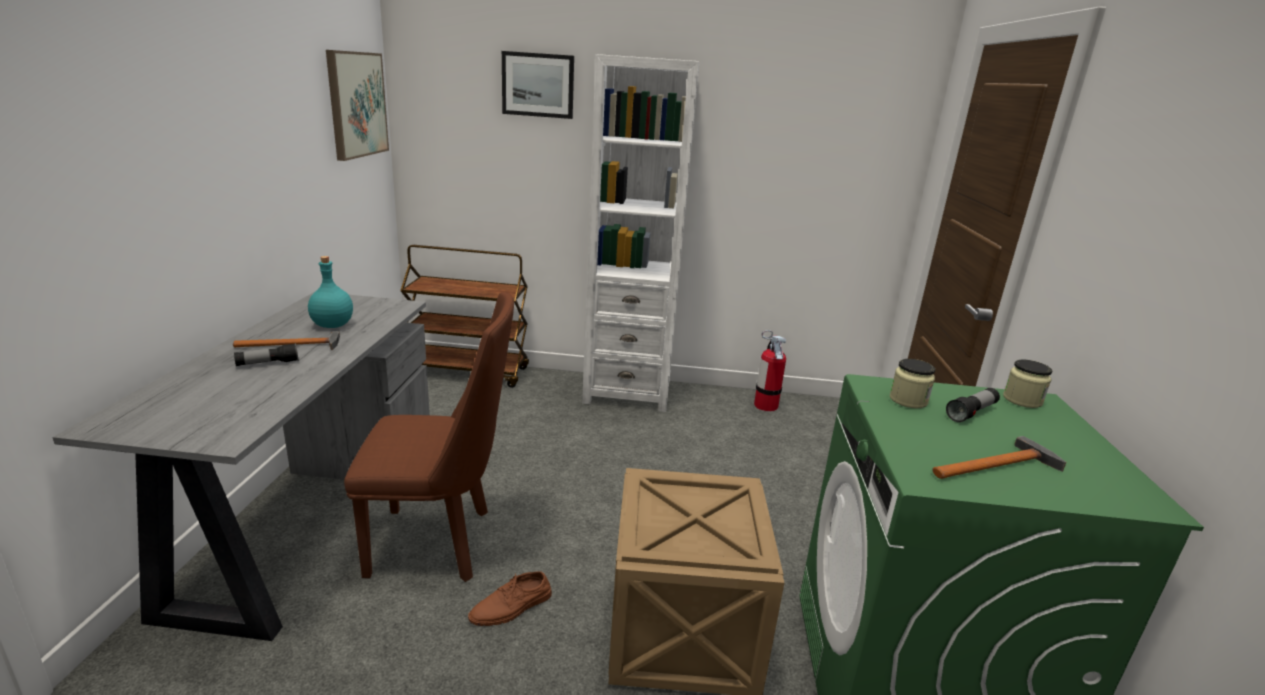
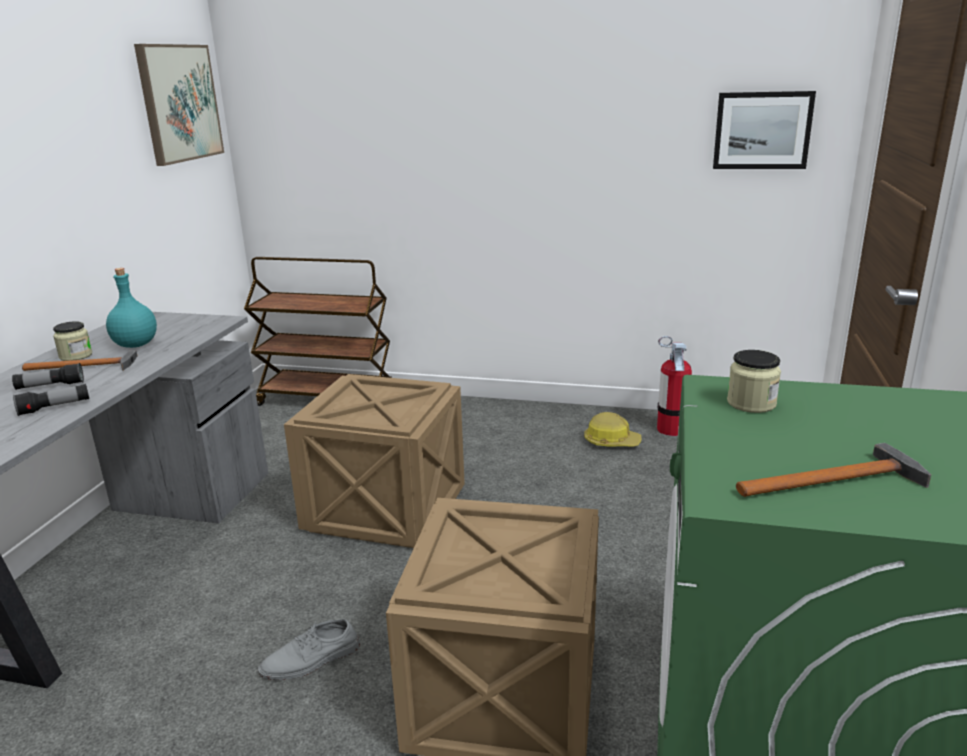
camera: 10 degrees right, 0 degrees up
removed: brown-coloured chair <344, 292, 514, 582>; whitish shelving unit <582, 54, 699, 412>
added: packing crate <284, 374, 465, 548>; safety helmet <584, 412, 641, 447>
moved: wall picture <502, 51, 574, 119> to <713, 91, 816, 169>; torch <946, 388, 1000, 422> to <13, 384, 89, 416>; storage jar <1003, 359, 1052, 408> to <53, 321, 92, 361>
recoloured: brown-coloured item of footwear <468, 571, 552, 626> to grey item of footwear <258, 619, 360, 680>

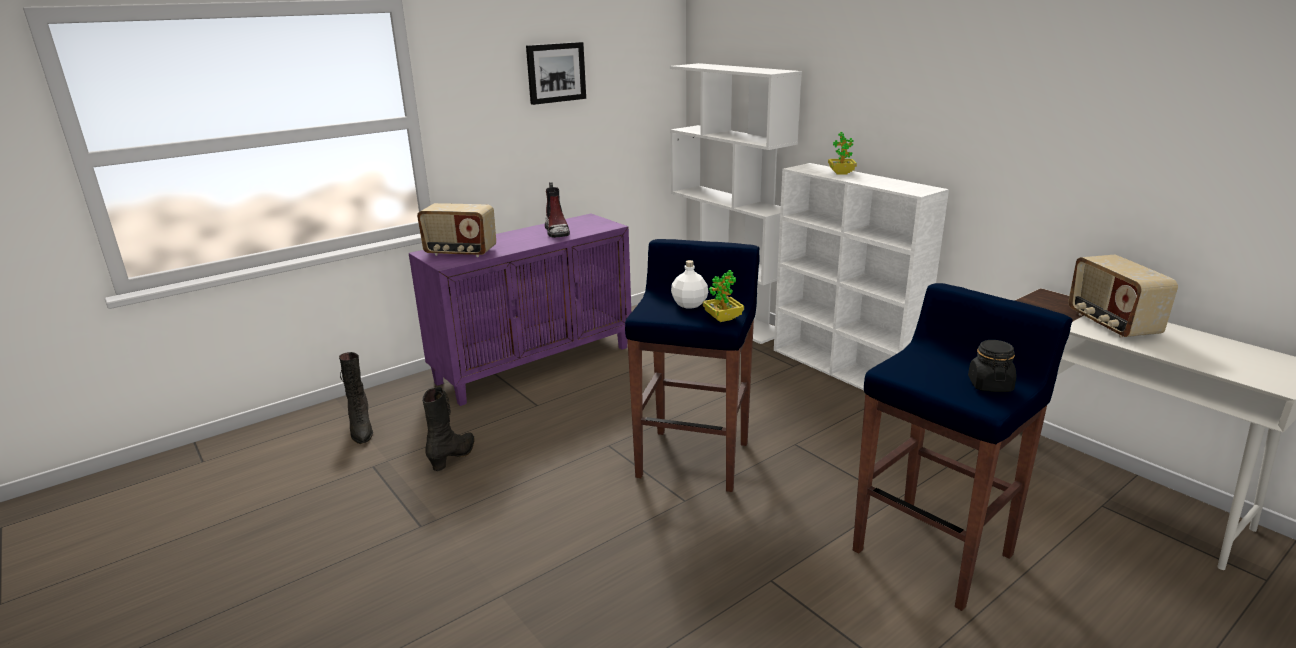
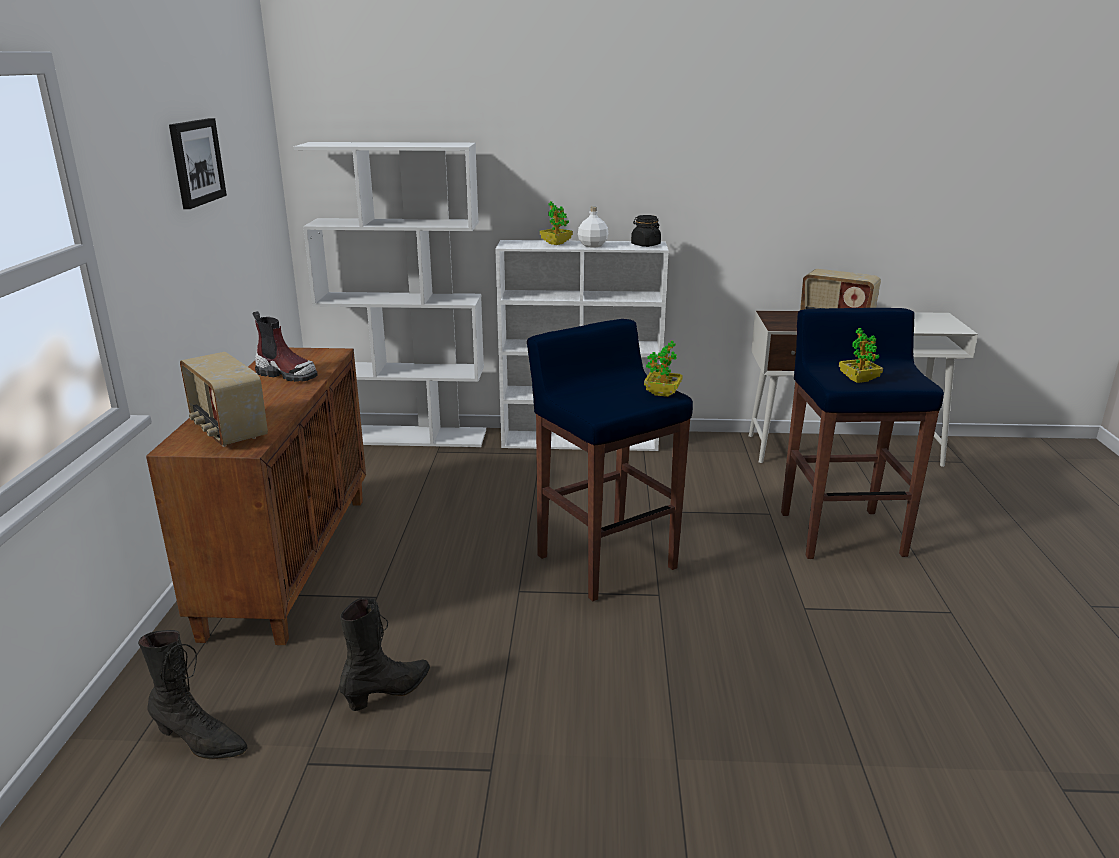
camera: 50 degrees left, 0 degrees up
added: potted plant <839, 328, 883, 383>
moved: whitish drink bottle <671, 260, 708, 309> to <578, 207, 608, 248>; blackish storage jar <968, 340, 1017, 392> to <631, 215, 661, 247>
recoloured: purplish cupboard <409, 214, 631, 406> to brown-coloured cupboard <146, 348, 366, 645>
turned: radio <417, 203, 496, 257> = <180, 352, 268, 447> 90 degrees clockwise; blackish boot <422, 387, 474, 471> = <339, 598, 430, 711> 75 degrees clockwise

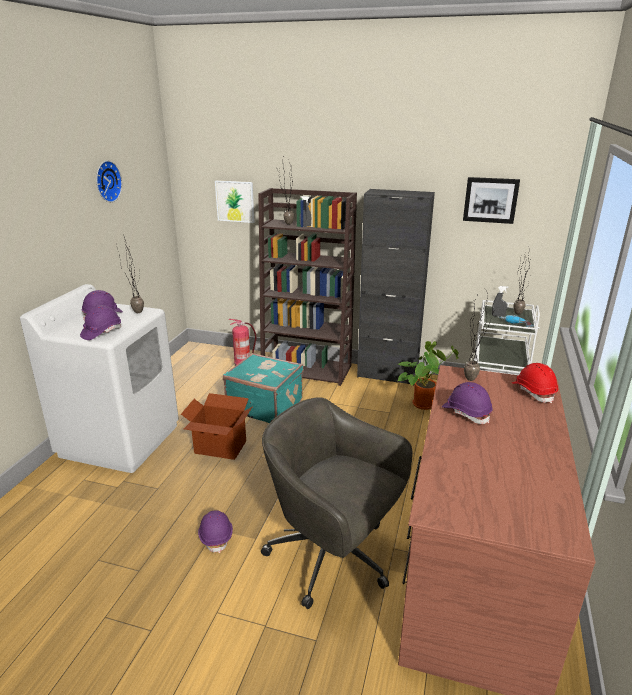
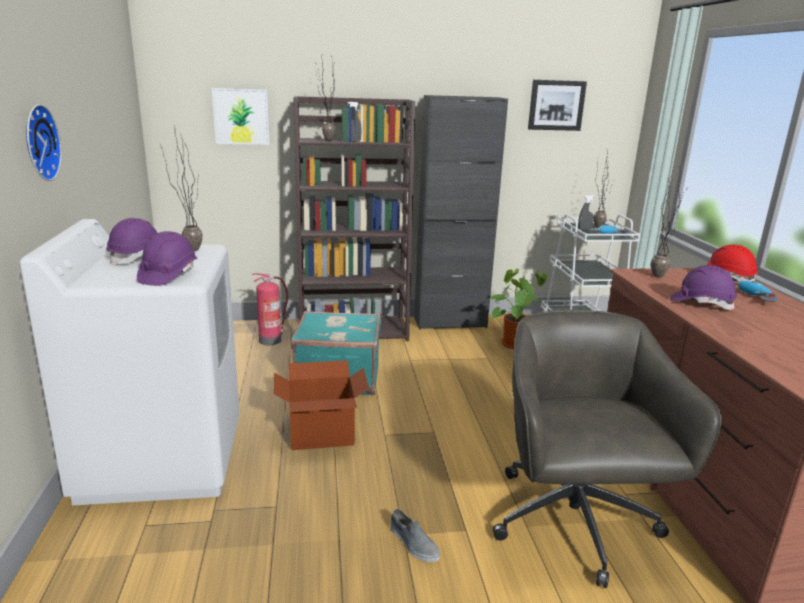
camera: 25 degrees left, 5 degrees down
added: electric drill <734, 280, 778, 302>
moved: wall clock <96, 161, 122, 202> to <26, 104, 62, 181>
replaced: purplish safety helmet <198, 510, 233, 553> to grey item of footwear <390, 509, 440, 562>
turned: grey office chair <261, 397, 413, 609> = <493, 310, 722, 588> 75 degrees clockwise

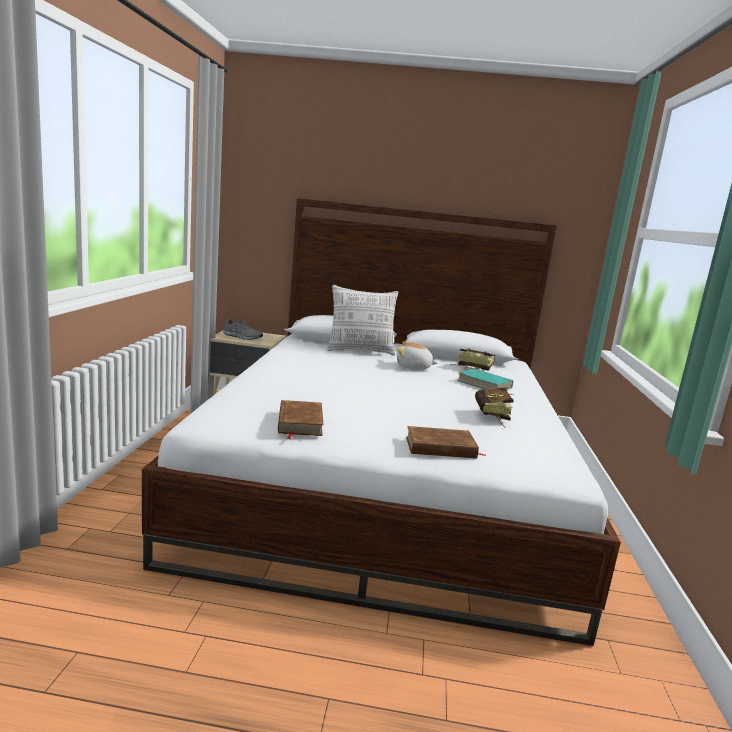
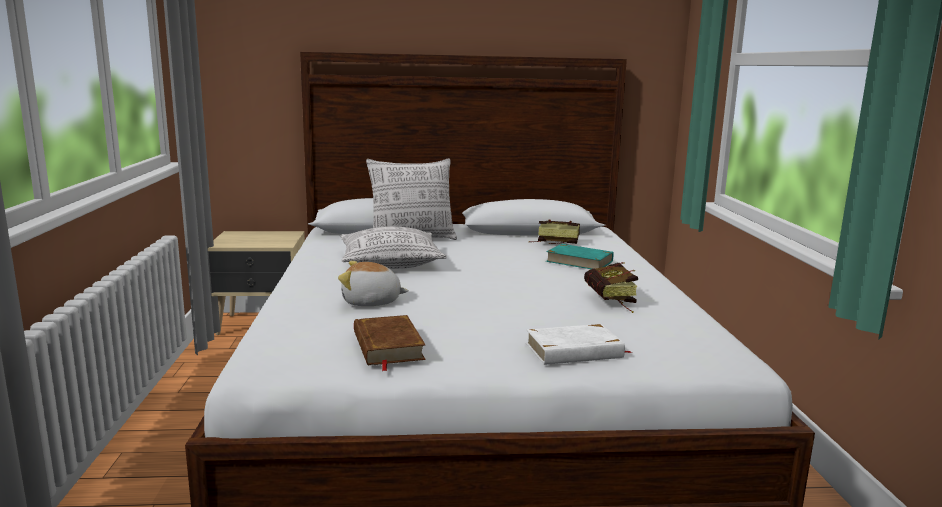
camera: 10 degrees left, 0 degrees up
removed: grey item of footwear <223, 319, 263, 340>
added: cushion <340, 226, 447, 269>
moved: cuddly toy <397, 341, 438, 370> to <338, 261, 409, 306>
recoloured: brown-coloured volume <406, 426, 486, 458> to whitish volume <526, 324, 632, 365>

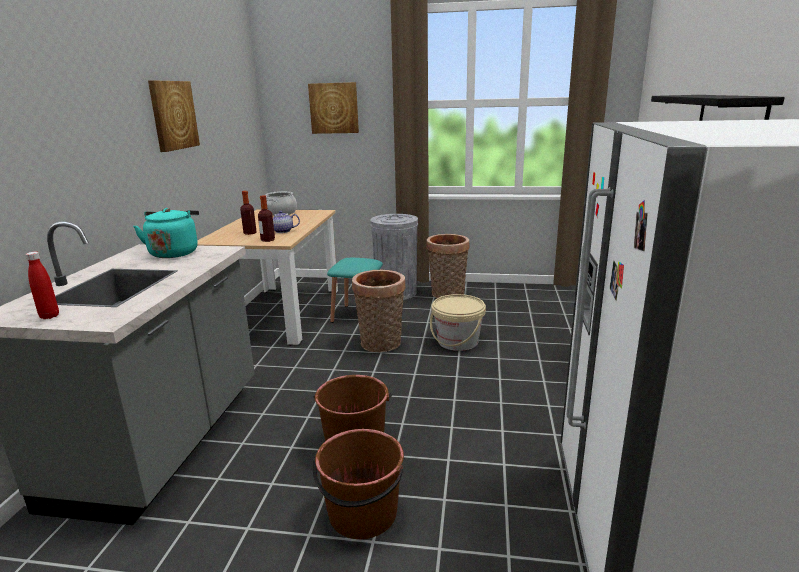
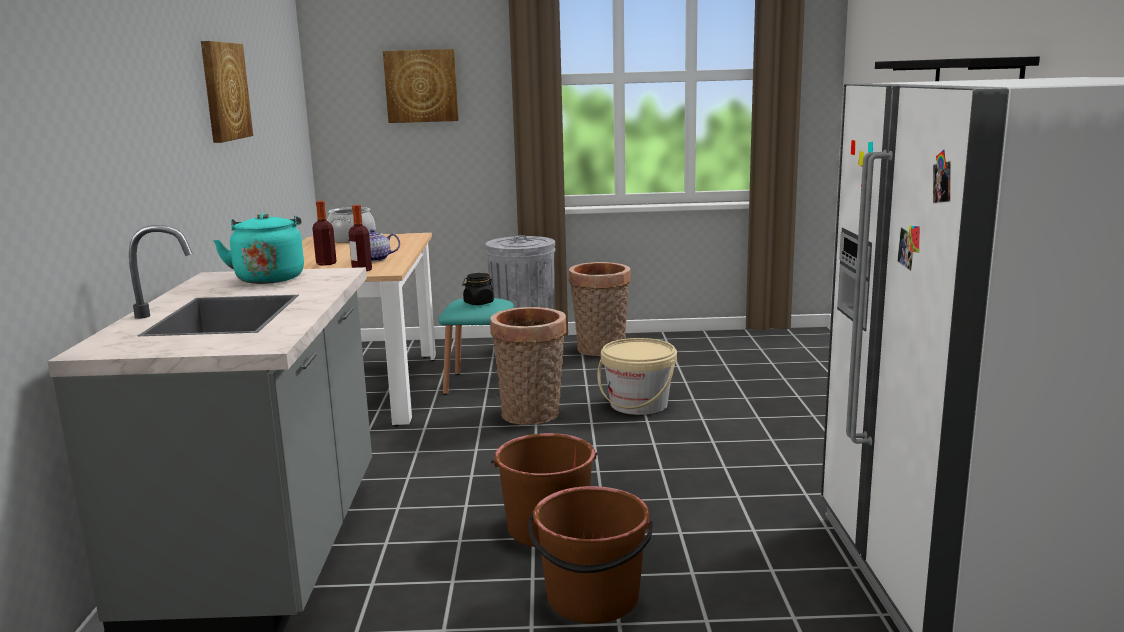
camera: 10 degrees left, 5 degrees down
removed: red-coloured drink bottle <26, 252, 59, 319>
added: blackish storage jar <462, 273, 494, 305>

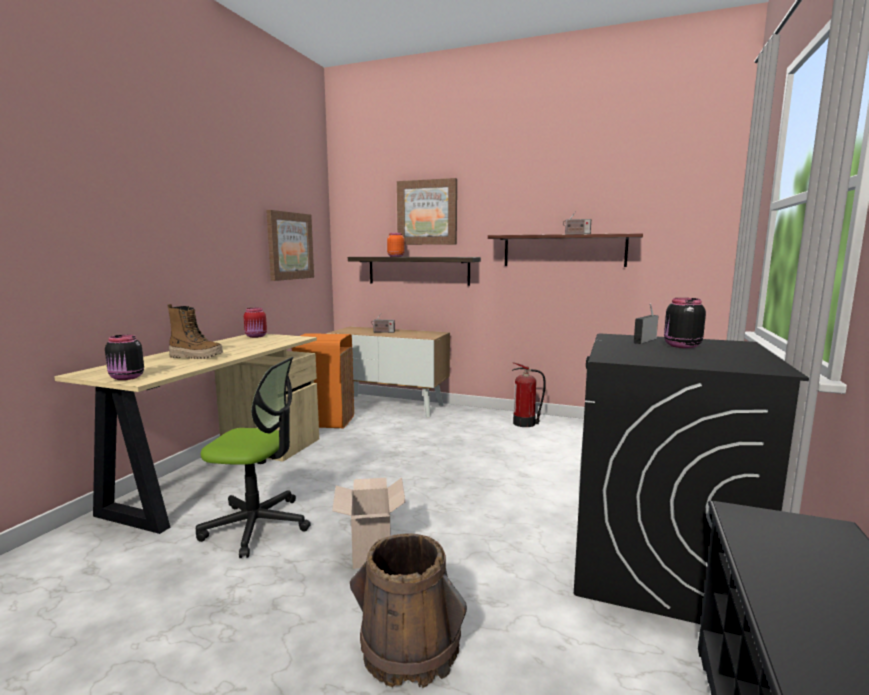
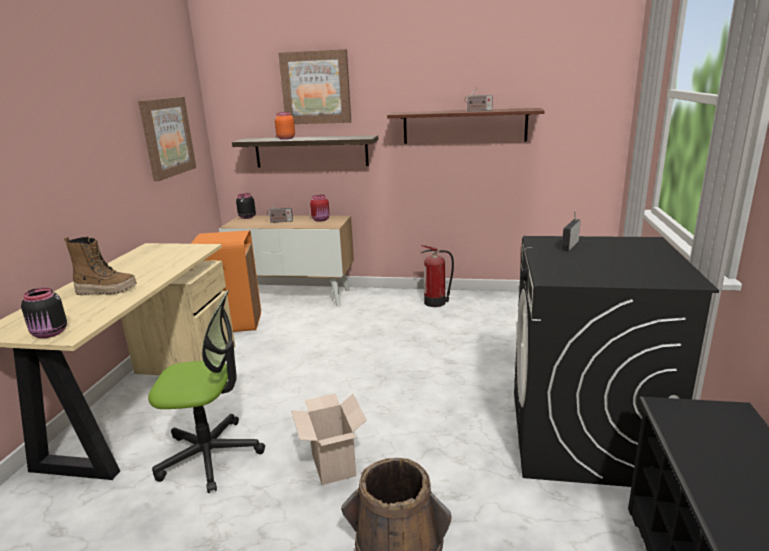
camera: 10 degrees left, 10 degrees up
moved: red-coloured storage jar <244, 308, 267, 338> to <310, 195, 330, 222>; blackish storage jar <664, 298, 706, 348> to <236, 193, 256, 219>

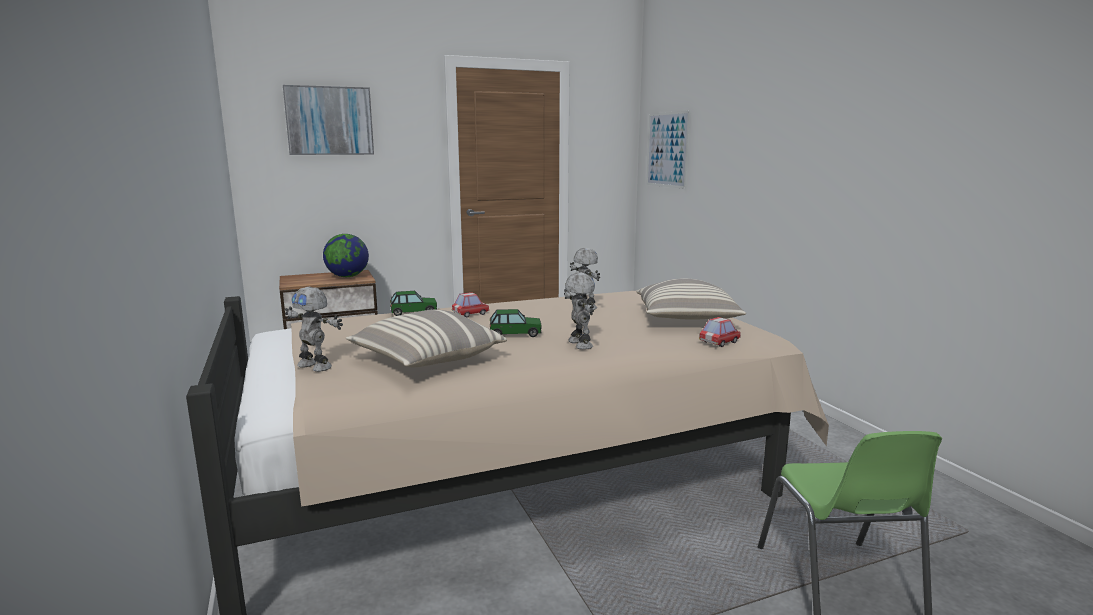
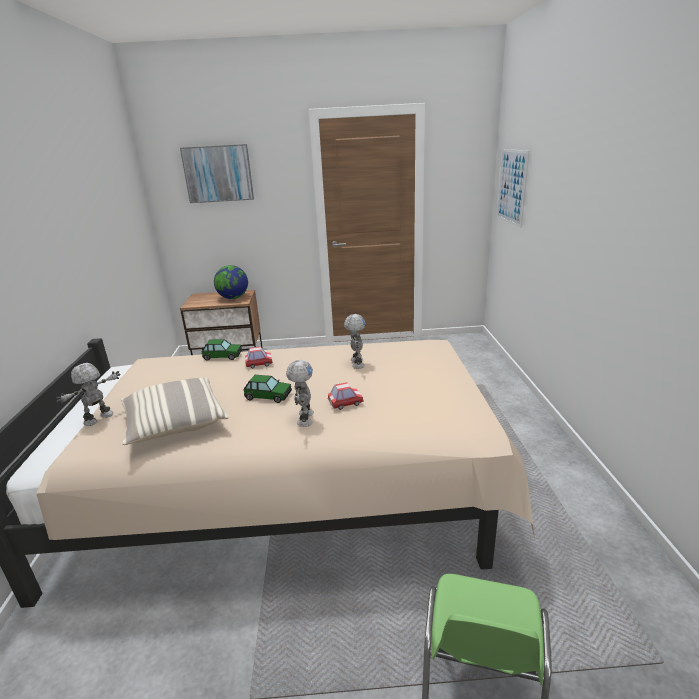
camera: 20 degrees right, 10 degrees up
removed: cushion <637, 278, 746, 319>
moved: toy car <699, 317, 741, 347> to <328, 382, 364, 410>
turned: toy robot <285, 287, 343, 372> = <56, 363, 121, 426> 75 degrees clockwise

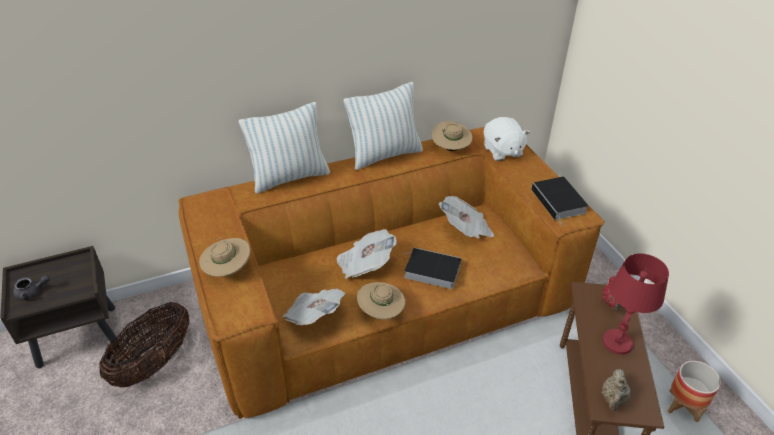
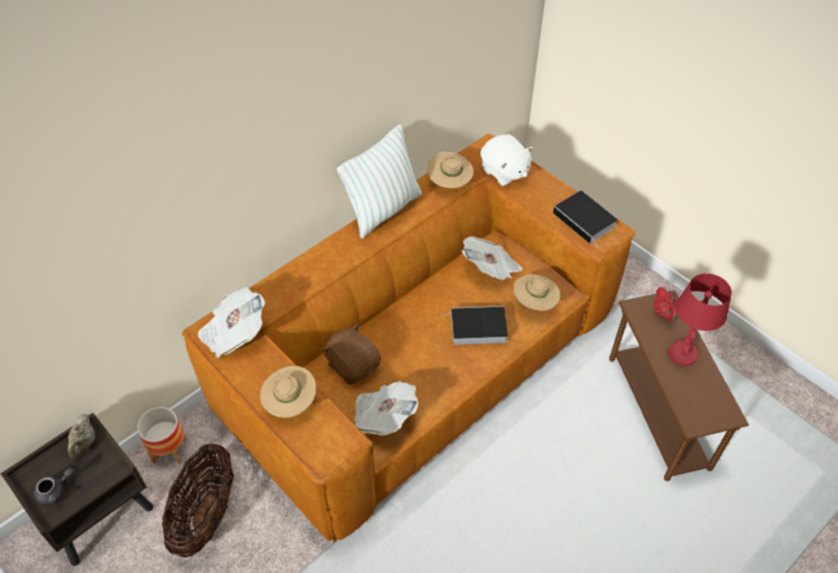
camera: 20 degrees left, 10 degrees up
removed: cushion <239, 102, 330, 194>
added: brown-coloured cuddly toy <322, 324, 381, 385>
moved: daily paper <336, 229, 397, 279> to <198, 287, 265, 358>; beige-coloured wearable hat <357, 282, 405, 320> to <513, 274, 560, 311>; beige-coloured pot for tea <602, 369, 631, 411> to <68, 414, 95, 458>; flower pot <668, 361, 721, 422> to <137, 407, 187, 464>

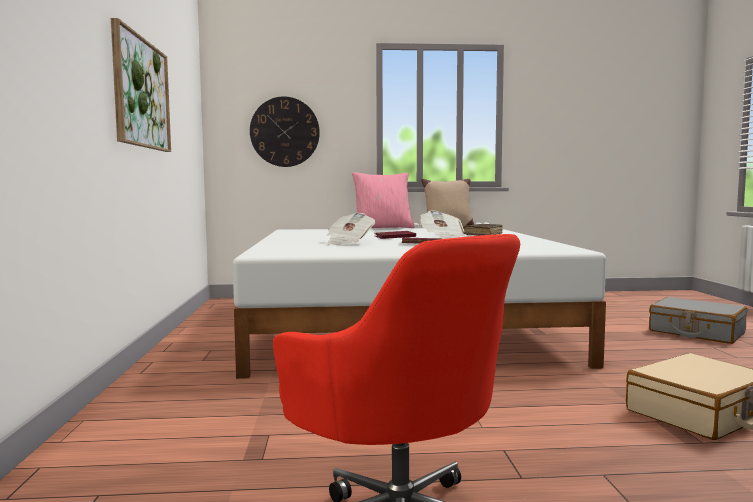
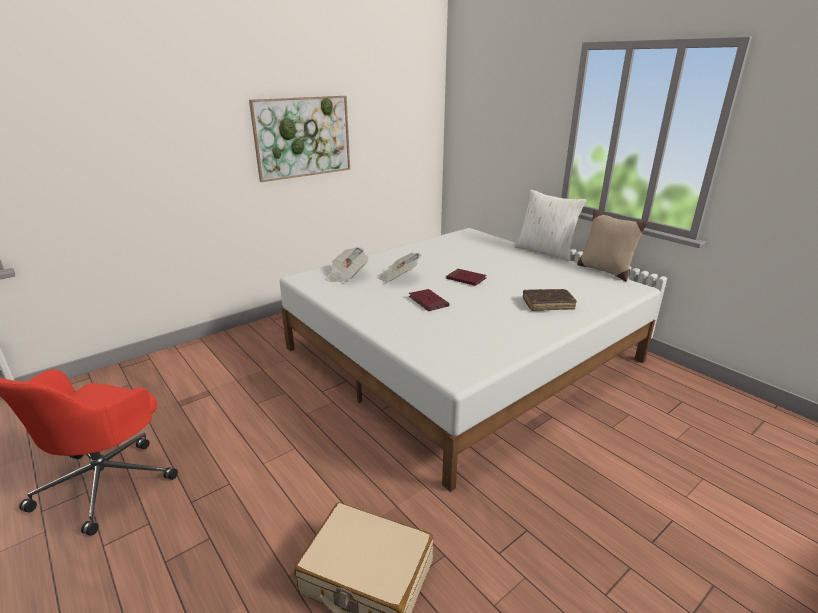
camera: 55 degrees right, 20 degrees up
removed: wall clock <250, 97, 320, 167>; grey travel case <649, 297, 747, 344>
moved: daily paper <420, 210, 465, 239> to <326, 247, 368, 282>
recoloured: pink cushion <352, 172, 415, 228> to whitish cushion <514, 190, 587, 261>

